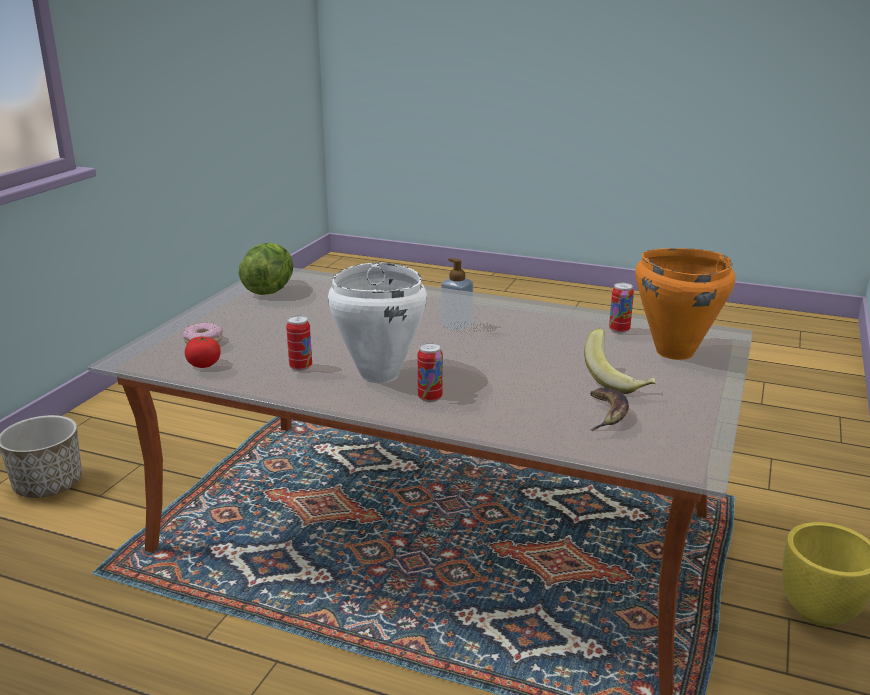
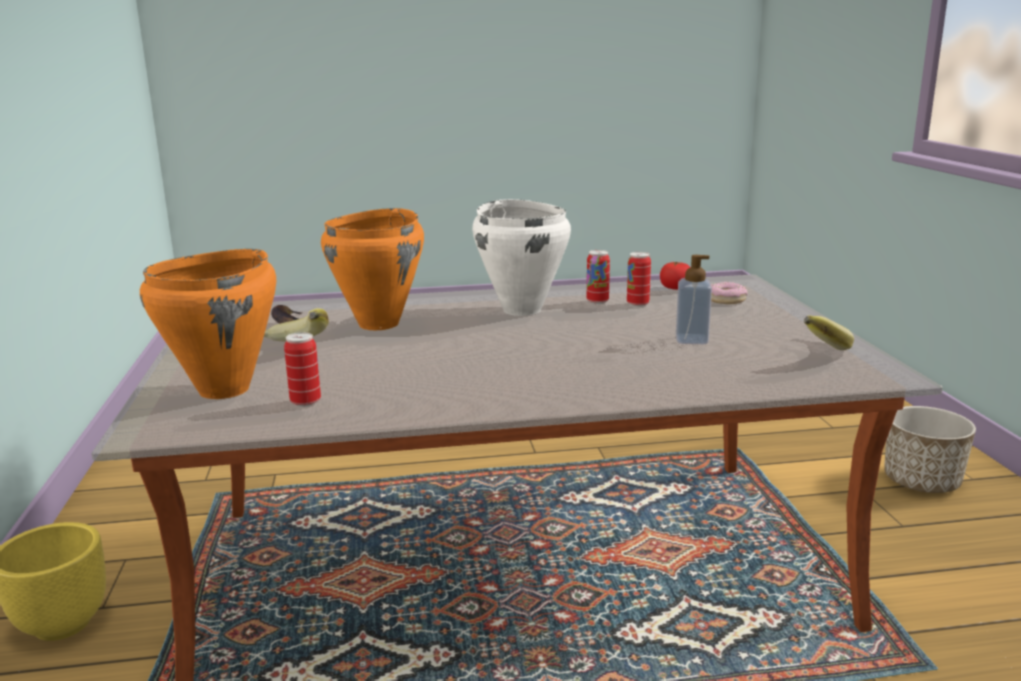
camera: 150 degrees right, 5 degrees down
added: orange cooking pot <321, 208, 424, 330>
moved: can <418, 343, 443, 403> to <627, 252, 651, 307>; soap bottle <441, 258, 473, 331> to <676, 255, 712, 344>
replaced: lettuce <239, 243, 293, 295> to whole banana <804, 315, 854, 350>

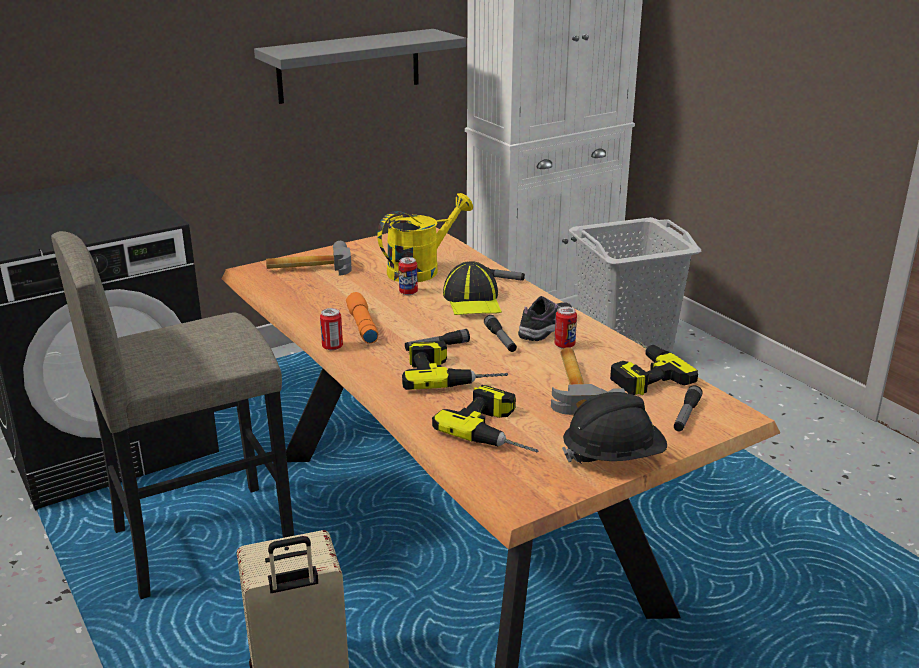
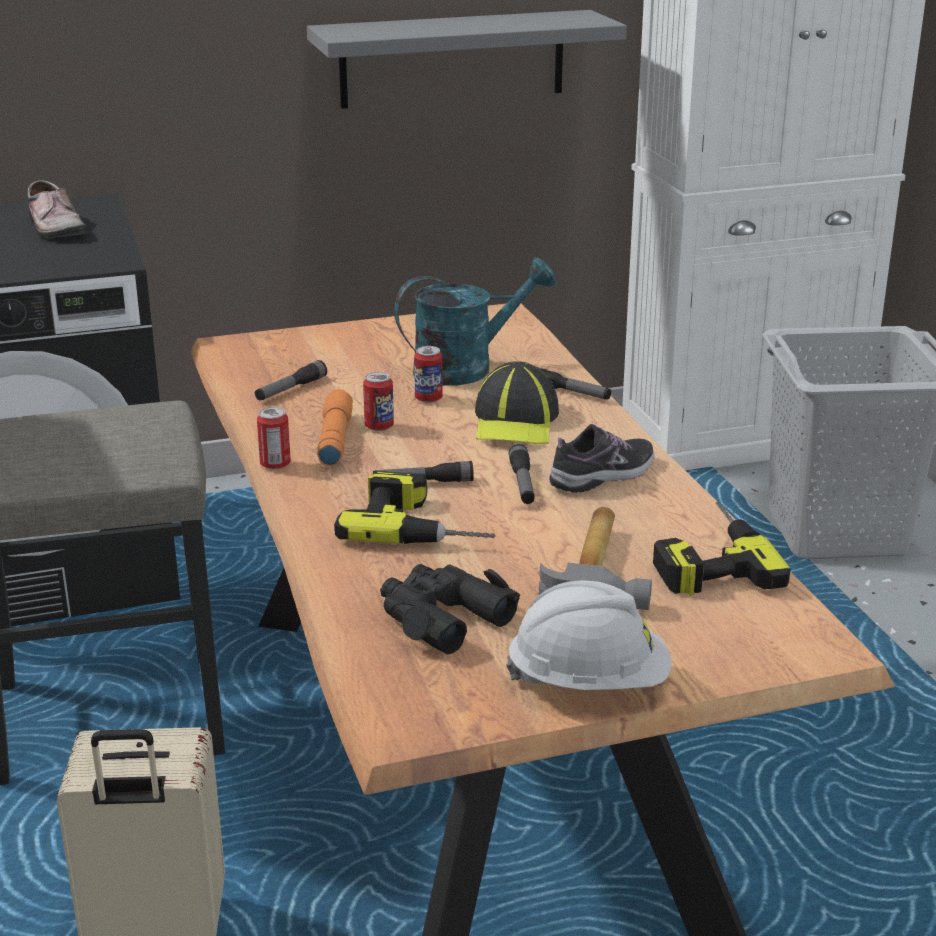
camera: 15 degrees right, 0 degrees up
removed: hand hammer <266, 241, 352, 276>
added: item of footwear <27, 180, 88, 237>
moved: can <554, 307, 577, 349> to <363, 372, 394, 431>; torch <674, 385, 703, 432> to <255, 360, 327, 400>
replaced: electric drill <432, 385, 538, 453> to blackish binoculars <380, 564, 520, 654>
recoloured: yellow watering can <377, 193, 473, 282> to turquoise-coloured watering can <394, 258, 556, 386>; blackish safety helmet <562, 392, 667, 464> to whitish safety helmet <506, 580, 672, 690>

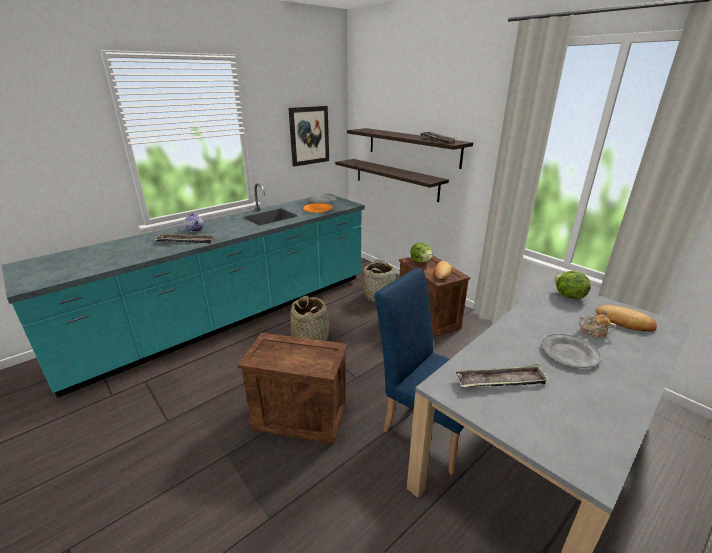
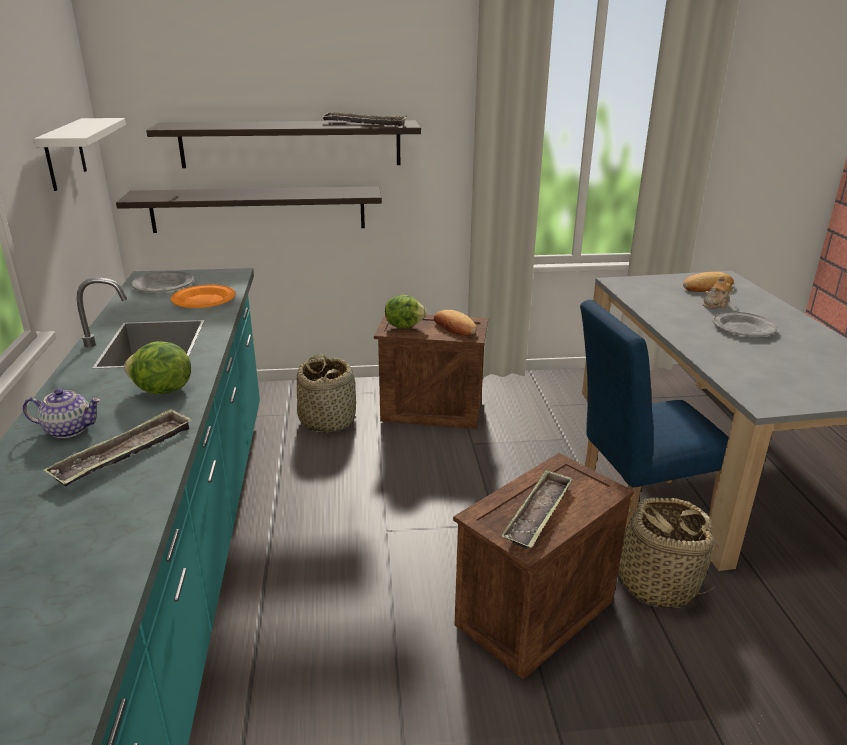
camera: 55 degrees left, 0 degrees up
moved: household basket <291, 296, 329, 341> to <618, 497, 719, 609>; tray <454, 364, 550, 388> to <502, 469, 573, 549>; lettuce <555, 271, 591, 299> to <124, 341, 191, 395>
replaced: wall picture <288, 106, 329, 167> to whitish shelf <34, 118, 126, 191>

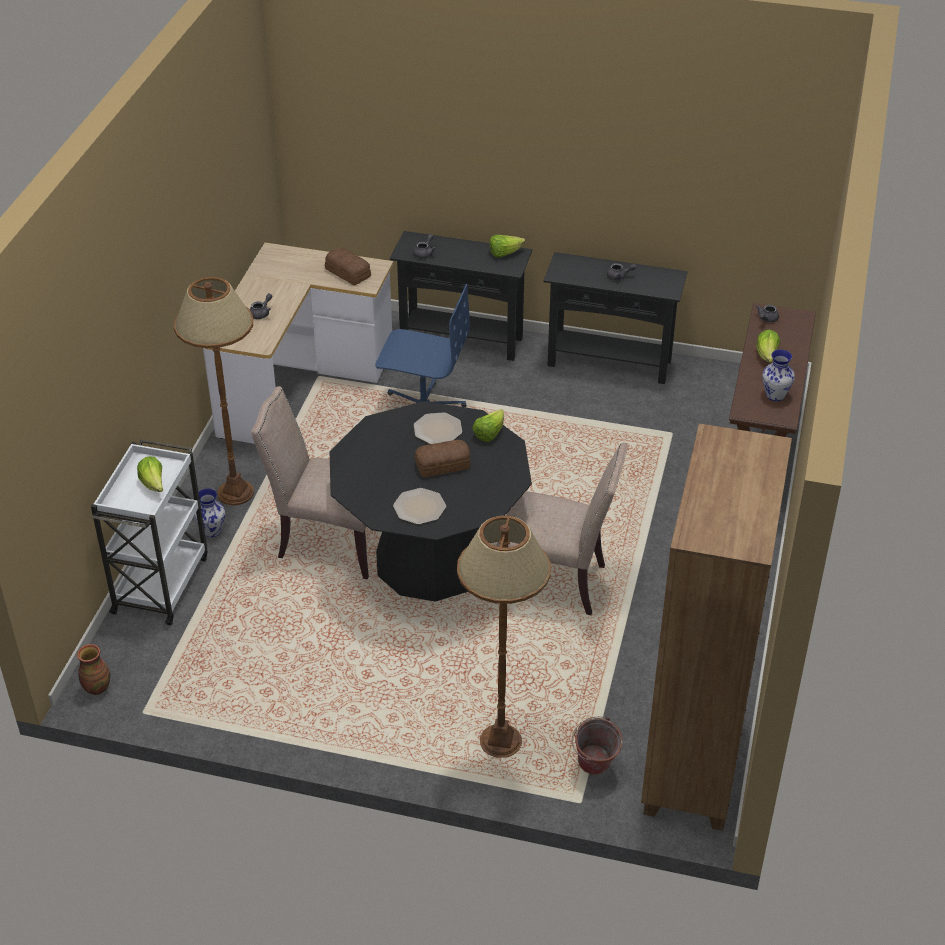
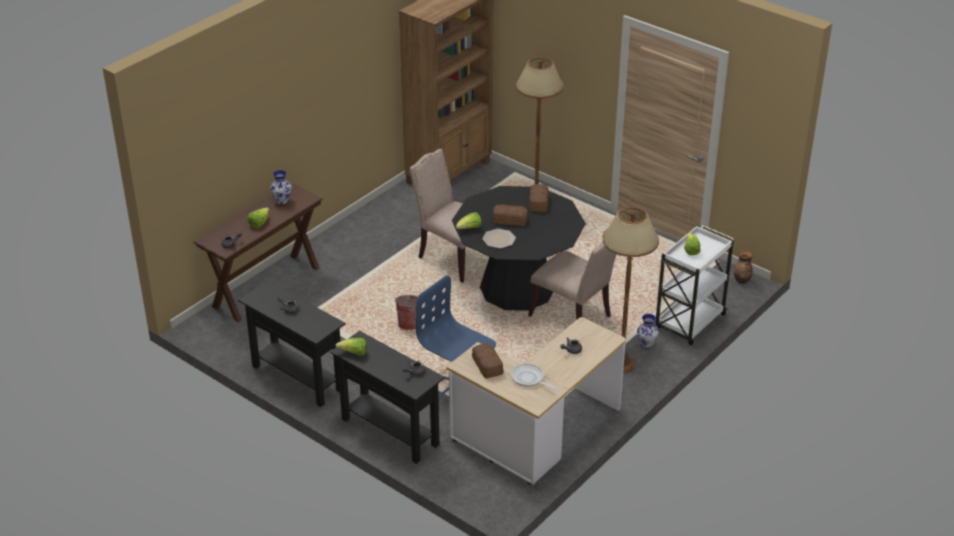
camera: 155 degrees left, 5 degrees down
added: skillet <511, 364, 560, 391>
moved: bucket <572, 716, 623, 775> to <395, 295, 425, 330>
replaced: plate <393, 488, 446, 524> to bread <529, 184, 549, 212>

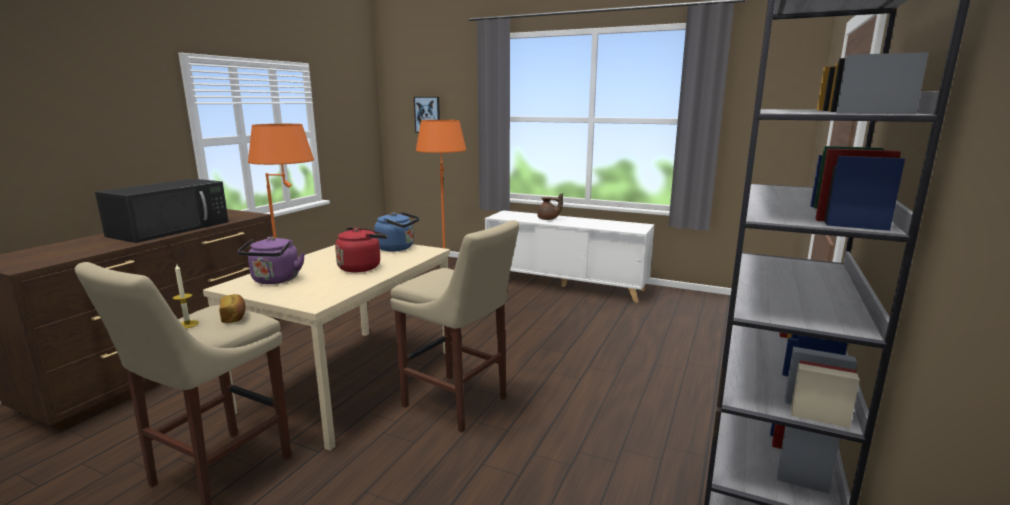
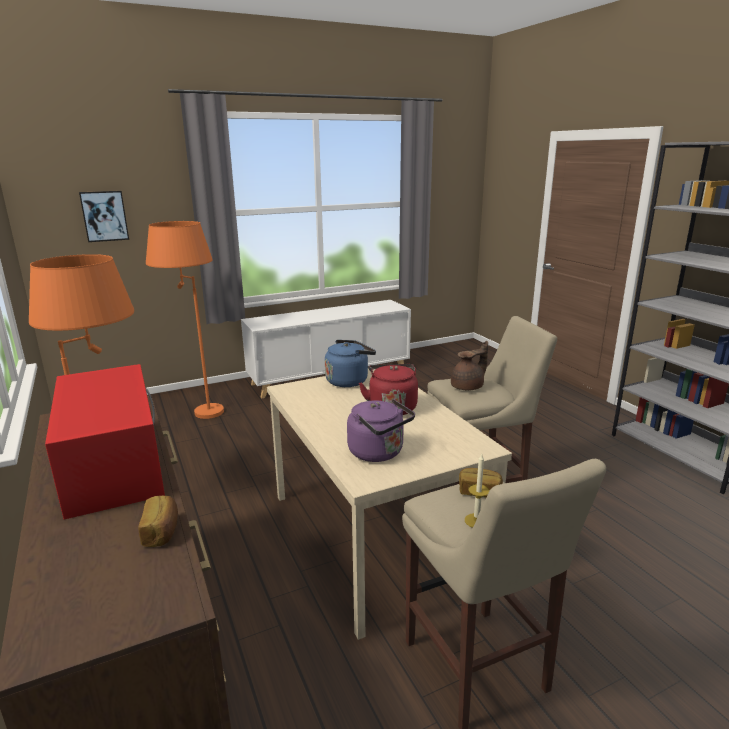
camera: 50 degrees left, 5 degrees up
added: bread <138, 496, 178, 547>
moved: brown-coloured pot for tea <537, 193, 563, 220> to <451, 341, 488, 391>
recoloured: blackish kitchen microwave <95, 179, 229, 243> to red-coloured kitchen microwave <45, 364, 165, 520>

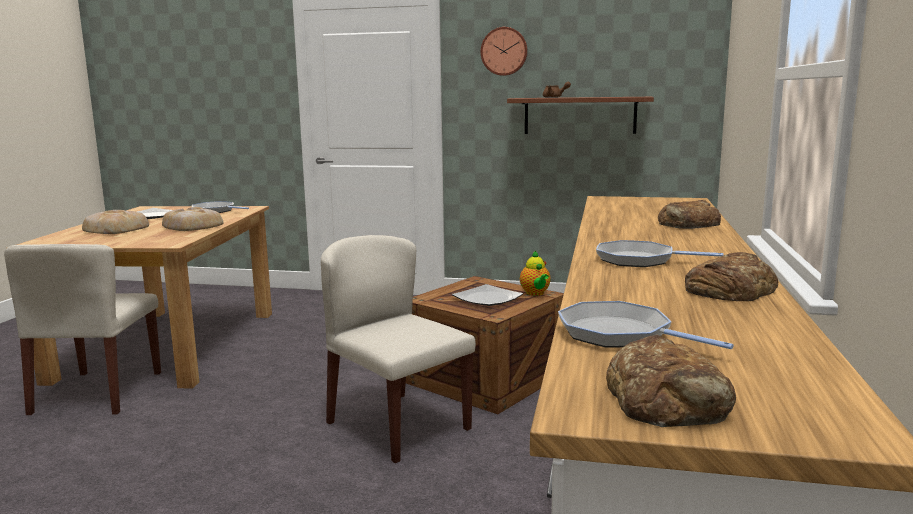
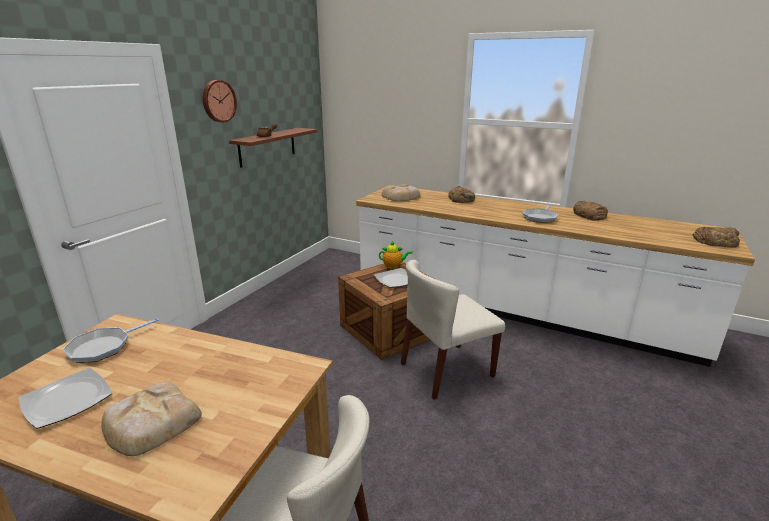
camera: 75 degrees left, 10 degrees up
removed: skillet <558, 301, 734, 349>
moved: bread <162, 207, 224, 231> to <381, 184, 420, 202>

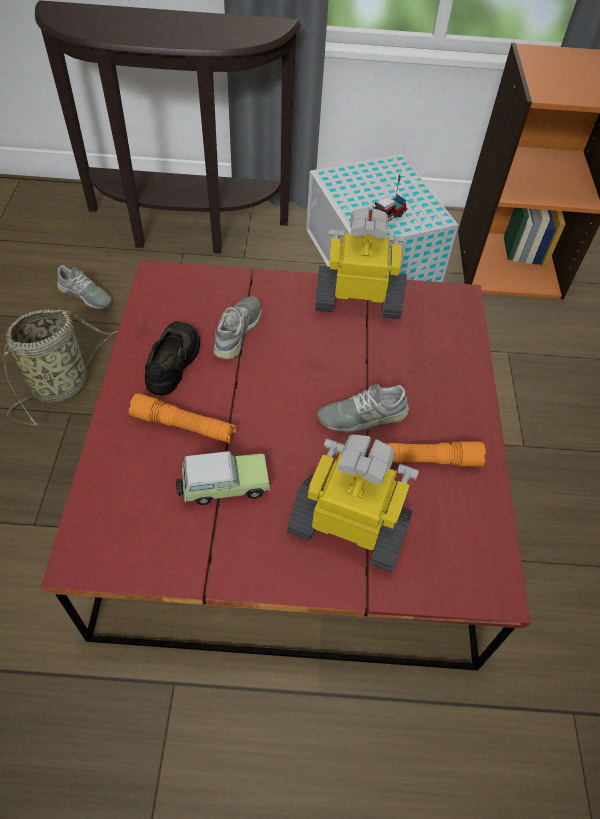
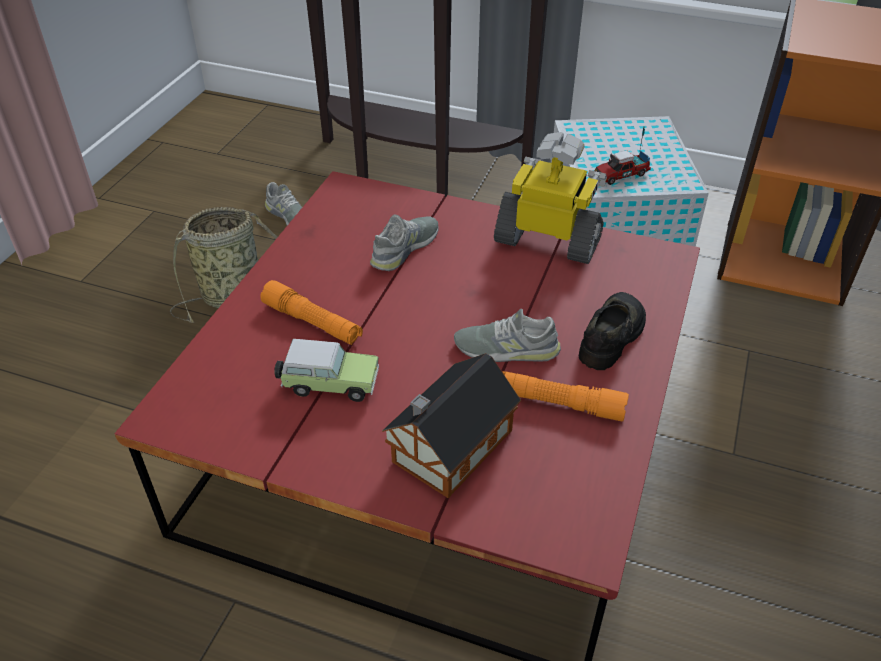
camera: 20 degrees right, 10 degrees down
moved: blackish item of footwear <145, 321, 200, 396> to <579, 292, 646, 370>
replaced: toy robot <287, 434, 419, 572> to miniature house <382, 353, 521, 498>

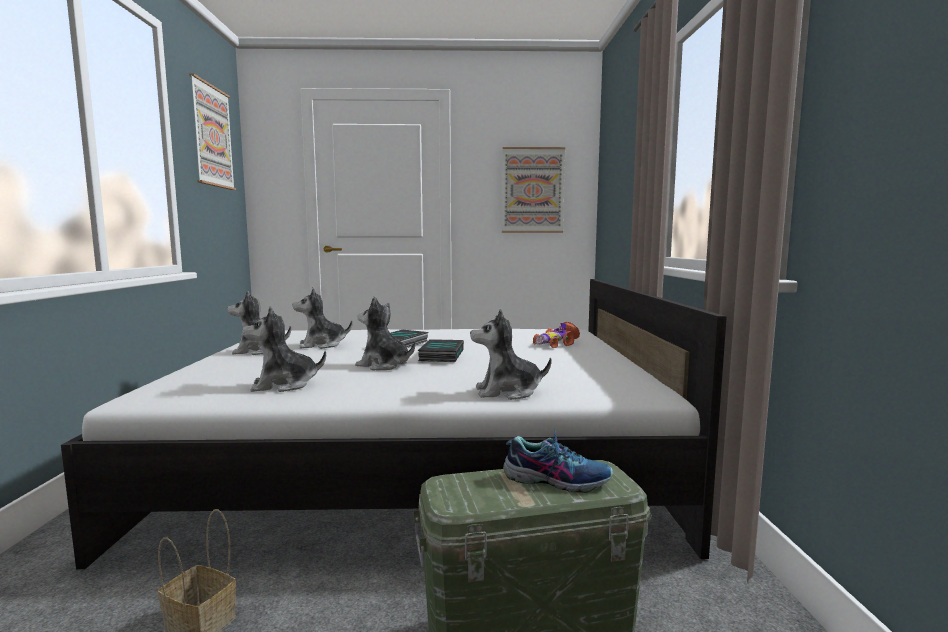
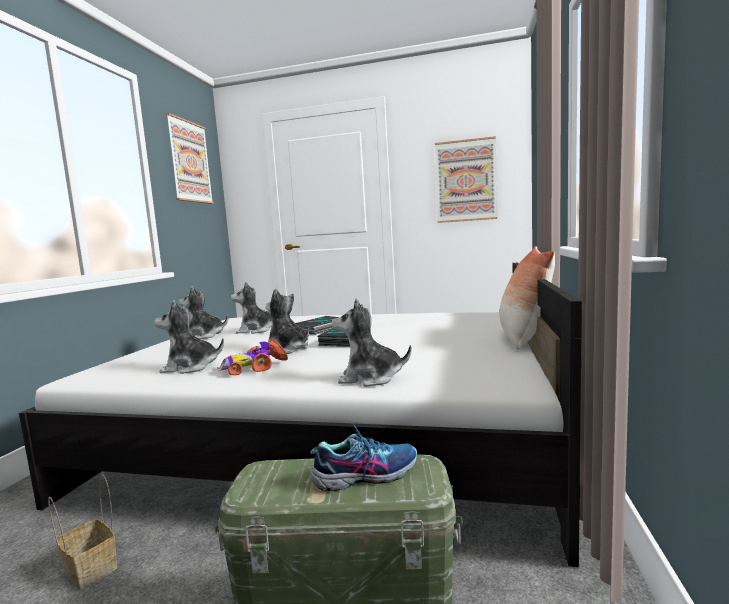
camera: 15 degrees right, 0 degrees up
added: cushion <500, 246, 555, 350>
moved: toy car <533, 322, 580, 348> to <217, 340, 288, 375>
turned: item of footwear <503, 428, 613, 493> = <310, 424, 417, 491> 45 degrees counterclockwise

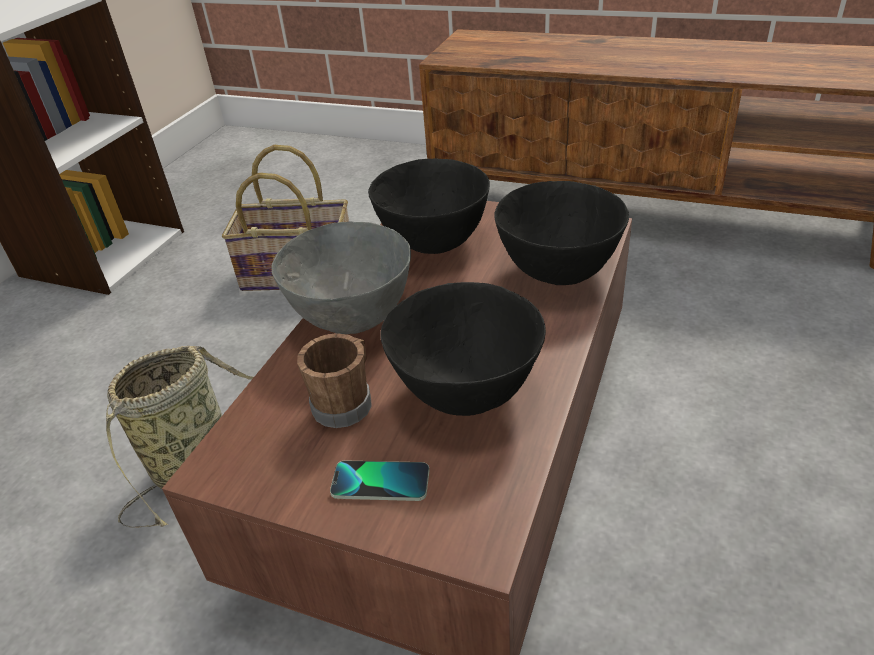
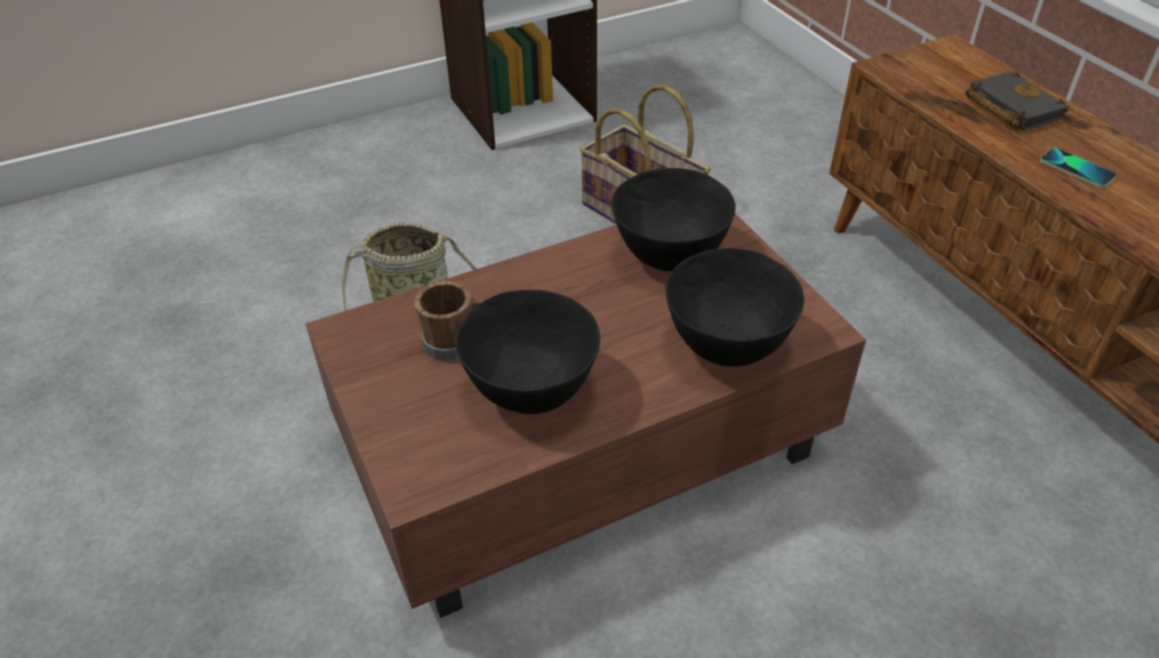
camera: 40 degrees right, 5 degrees up
removed: grey serving bowl <271, 221, 411, 334>
added: blackish volume <965, 71, 1070, 130>
moved: telephone <330, 460, 429, 501> to <1040, 148, 1117, 188>

